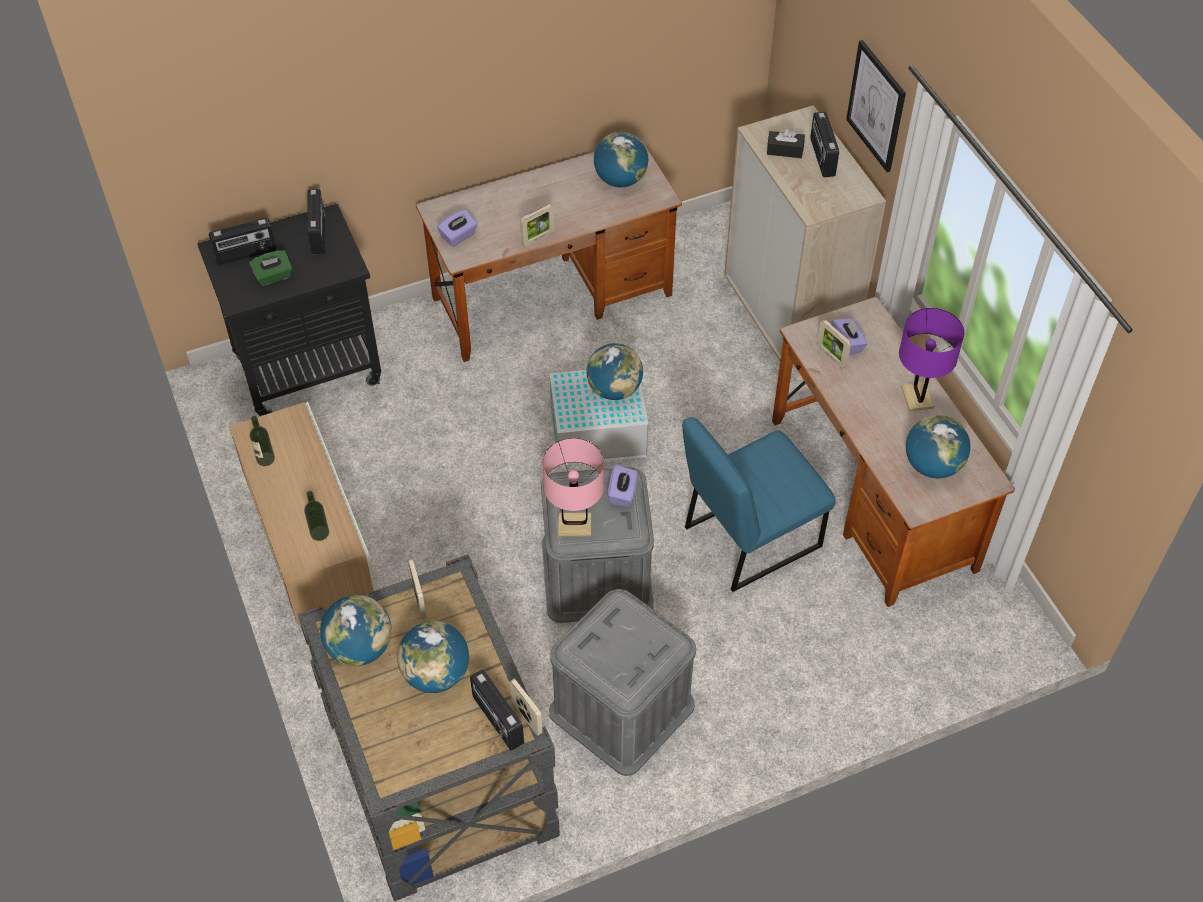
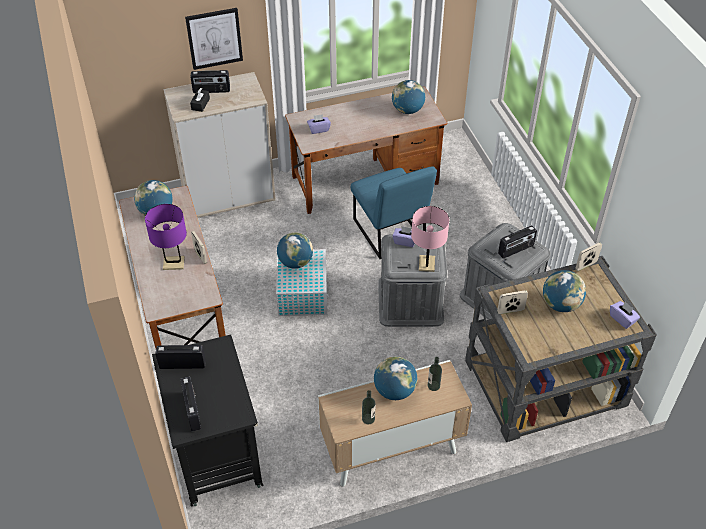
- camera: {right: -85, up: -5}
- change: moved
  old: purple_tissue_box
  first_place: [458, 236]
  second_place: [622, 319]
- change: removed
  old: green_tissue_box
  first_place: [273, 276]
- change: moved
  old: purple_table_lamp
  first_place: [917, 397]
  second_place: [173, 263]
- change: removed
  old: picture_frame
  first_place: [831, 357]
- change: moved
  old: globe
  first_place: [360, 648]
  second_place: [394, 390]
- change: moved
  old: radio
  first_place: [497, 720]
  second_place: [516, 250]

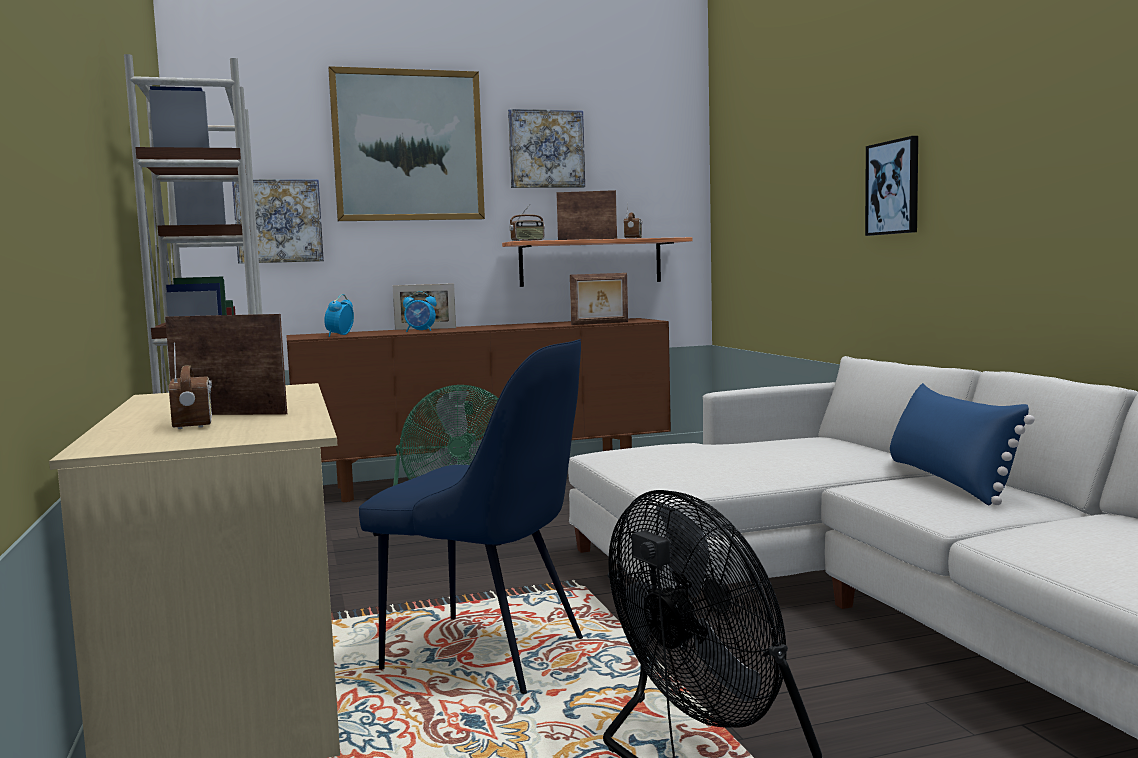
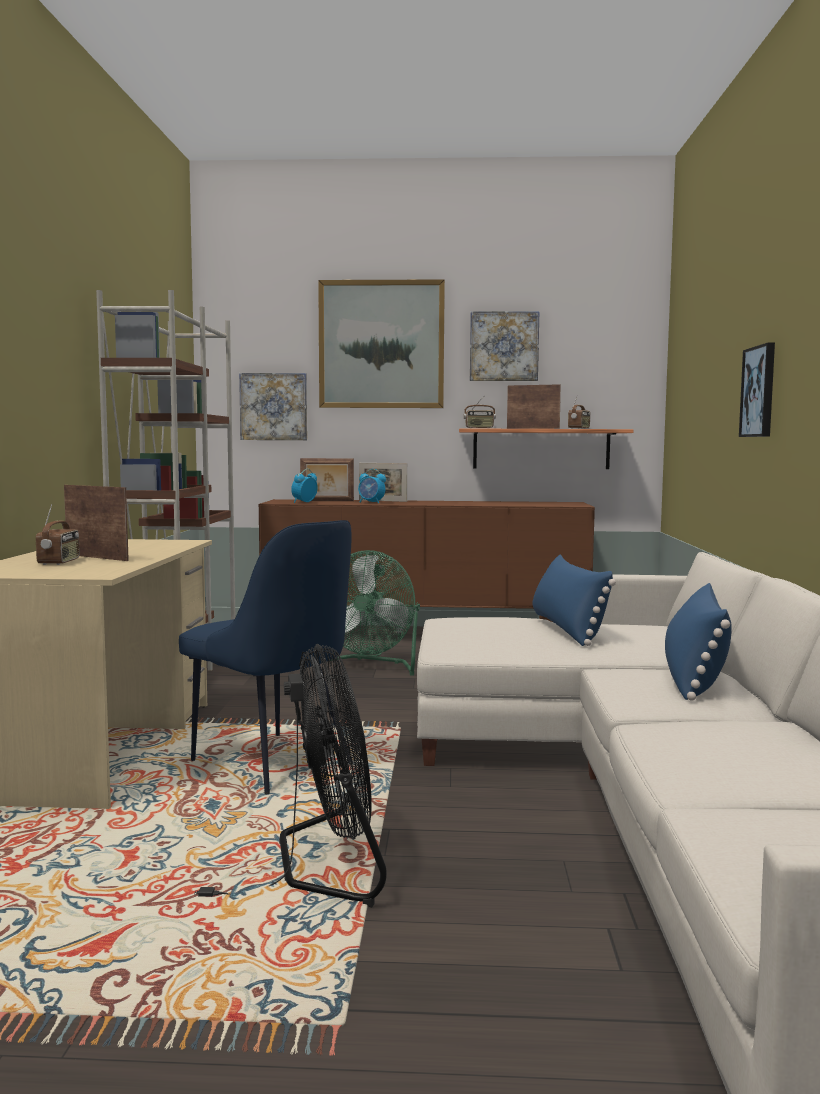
- camera: {right: 20, up: 0}
- change: moved
  old: picture_frame
  first_place: [600, 323]
  second_place: [327, 501]
- change: added
  new: blue_pillow
  second_place: [567, 629]

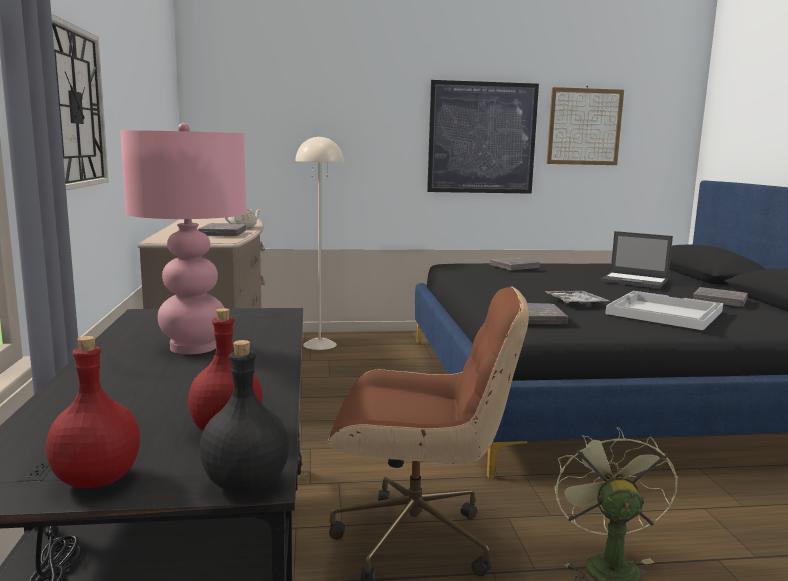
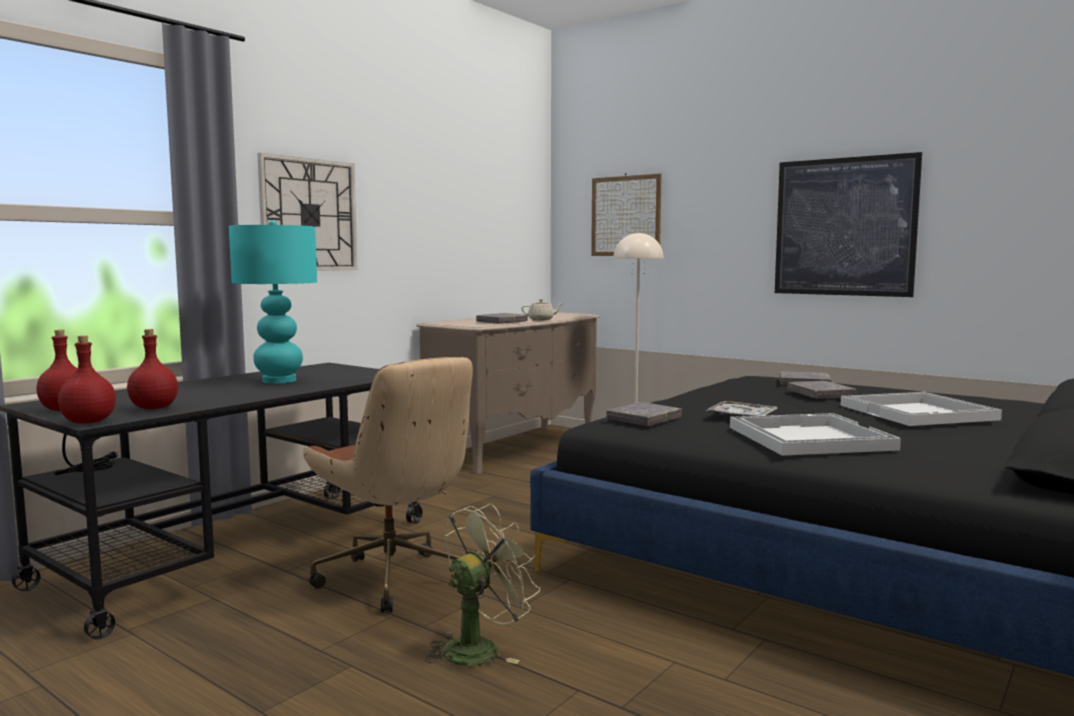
- camera: {right: 45, up: -5}
- change: moved
  old: picture
  first_place: [584, 125]
  second_place: [626, 214]
- change: recoloured
  old: pink_table_lamp
  new: turquoise_table_lamp
  first_place: [192, 347]
  second_place: [278, 381]
- change: replaced
  old: laptop
  new: white_tray
  first_place: [635, 281]
  second_place: [918, 412]
- change: moved
  old: grey_book
  first_place: [719, 301]
  second_place: [820, 394]
- change: recoloured
  old: black_bottle
  new: red_bottle
  first_place: [245, 483]
  second_place: [89, 422]

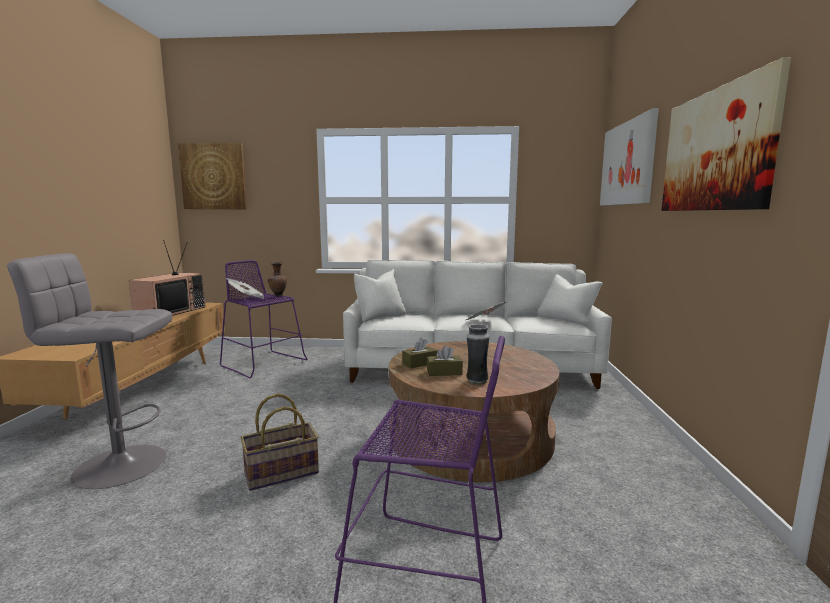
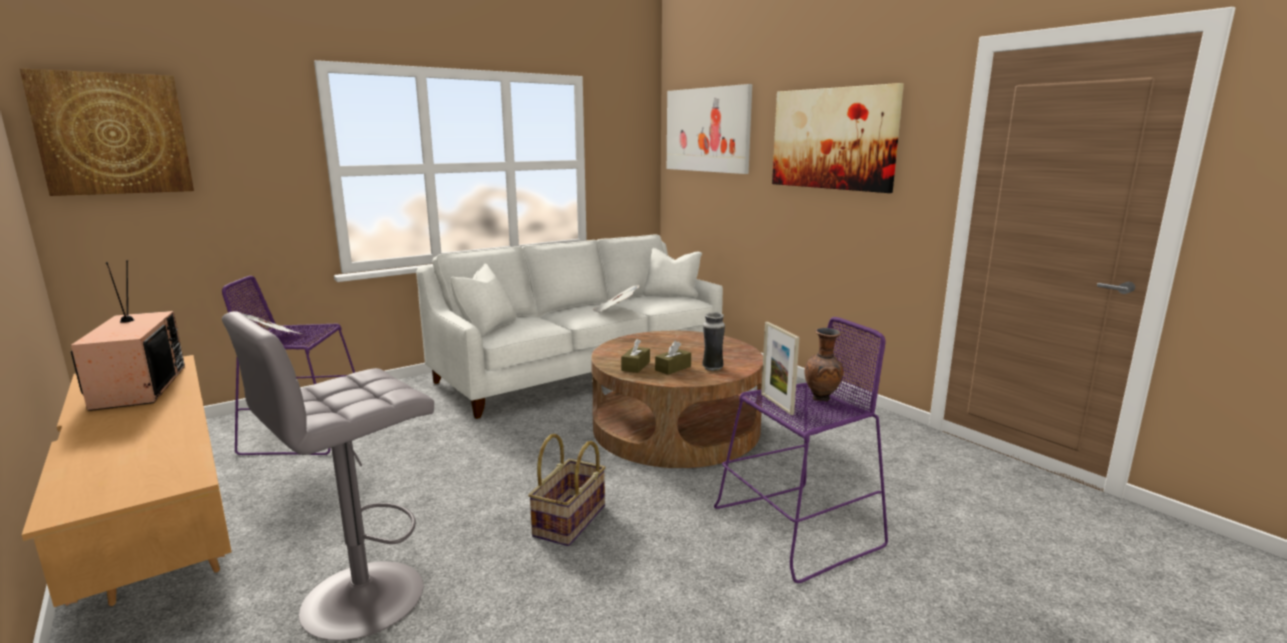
- camera: {right: -40, up: 5}
- change: moved
  old: brown_vase
  first_place: [278, 296]
  second_place: [822, 399]
- change: added
  new: picture_frame
  second_place: [777, 404]

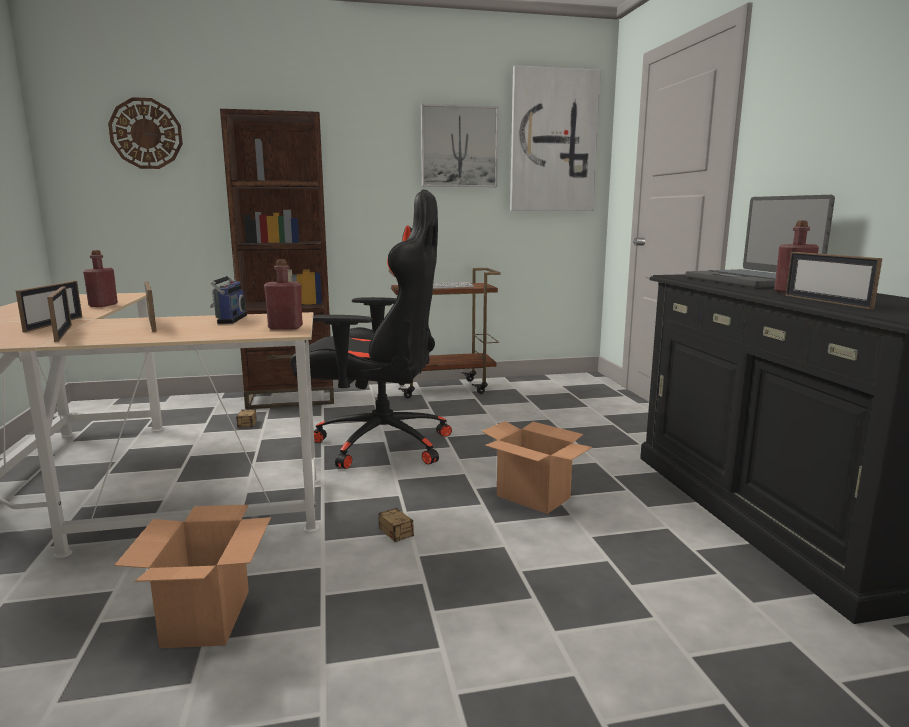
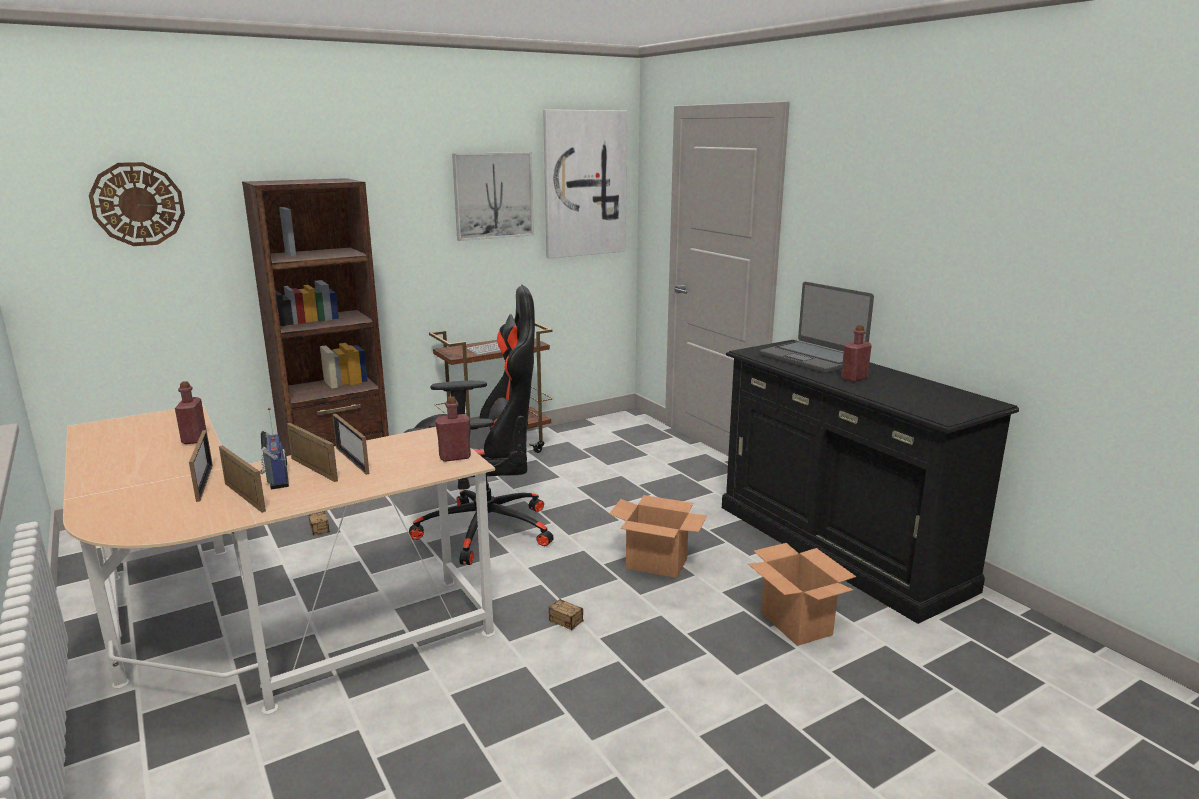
- camera: {right: -20, up: 5}
- change: moved
  old: picture_frame
  first_place: [826, 301]
  second_place: [352, 460]
- change: moved
  old: radio
  first_place: [229, 319]
  second_place: [275, 478]
- change: moved
  old: cardboard_box
  first_place: [207, 617]
  second_place: [795, 623]

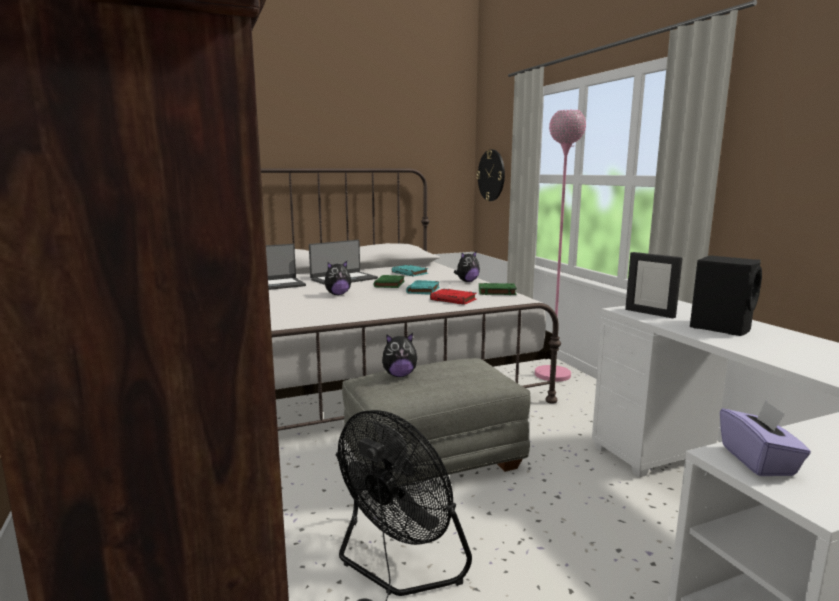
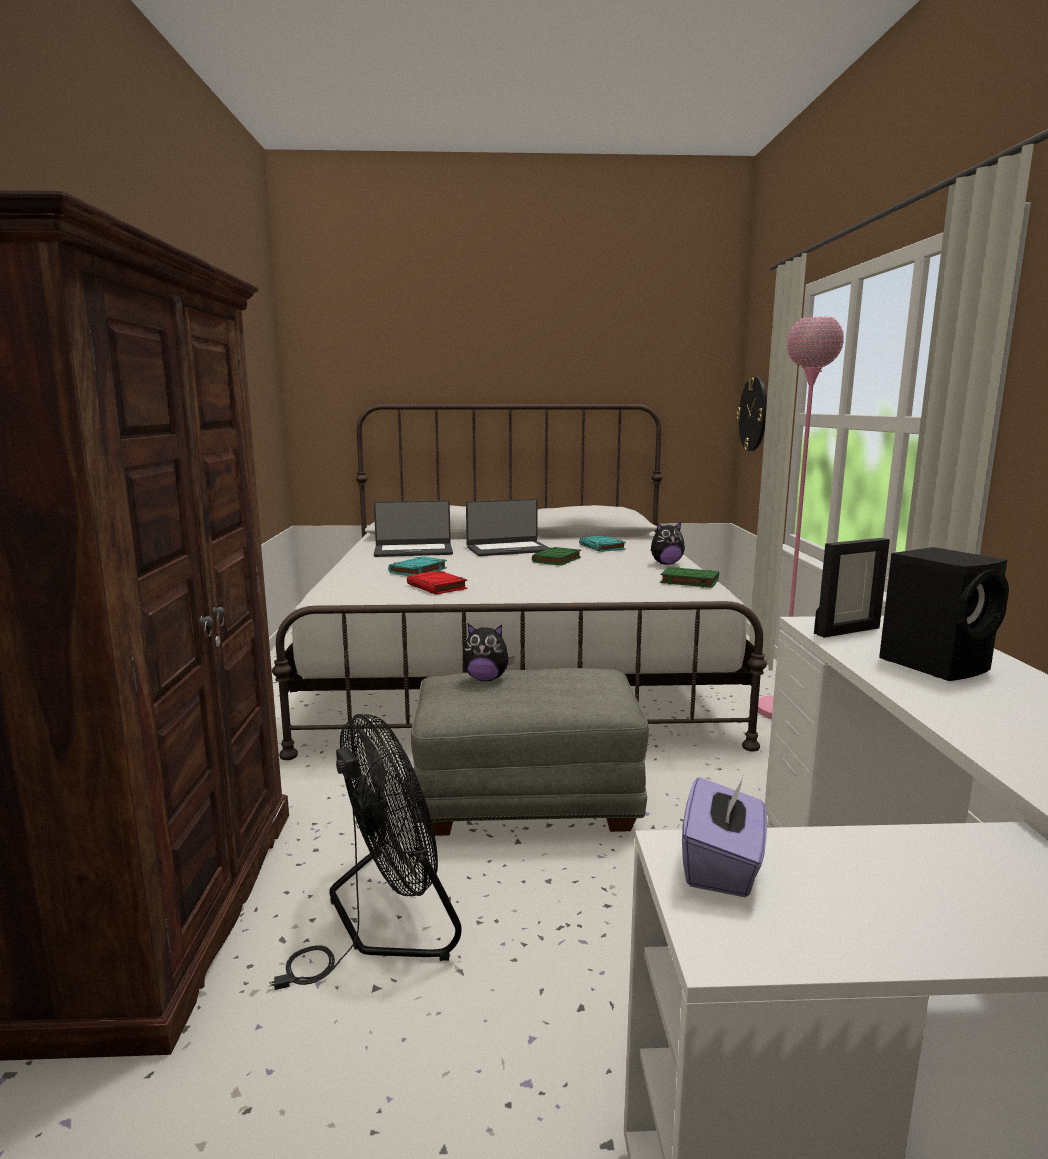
- camera: {right: 20, up: 0}
- change: turned
  old: picture_frame
  first_place: [650, 313]
  second_place: [847, 631]
  degrees: -90
- change: removed
  old: plush_toy
  first_place: [337, 294]
- change: moved
  old: turquoise_book
  first_place: [423, 290]
  second_place: [418, 571]
- change: moved
  old: red_book
  first_place: [454, 300]
  second_place: [437, 587]

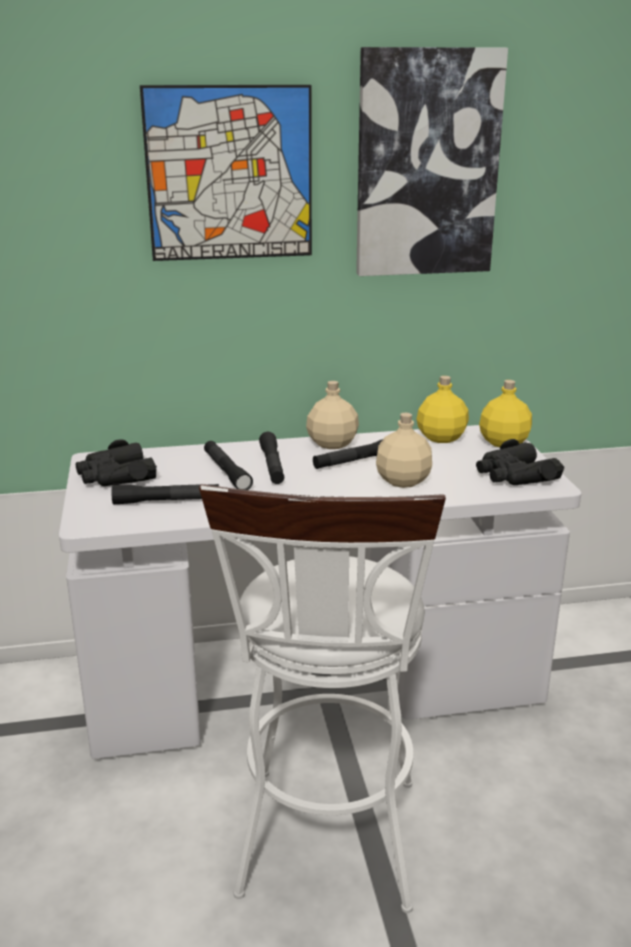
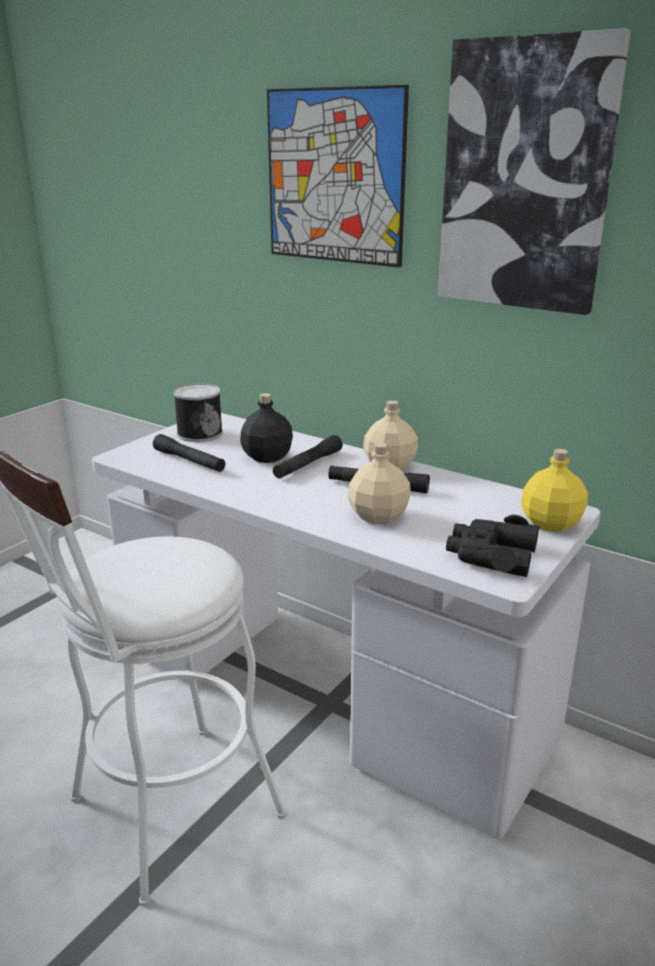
- camera: {right: 45, up: 0}
- change: removed
  old: yellow_bottle
  first_place: [442, 438]
- change: replaced
  old: black_binoculars
  new: can
  first_place: [115, 476]
  second_place: [199, 433]
- change: replaced
  old: black_flashlight
  new: black_bottle
  first_place: [226, 472]
  second_place: [268, 457]

